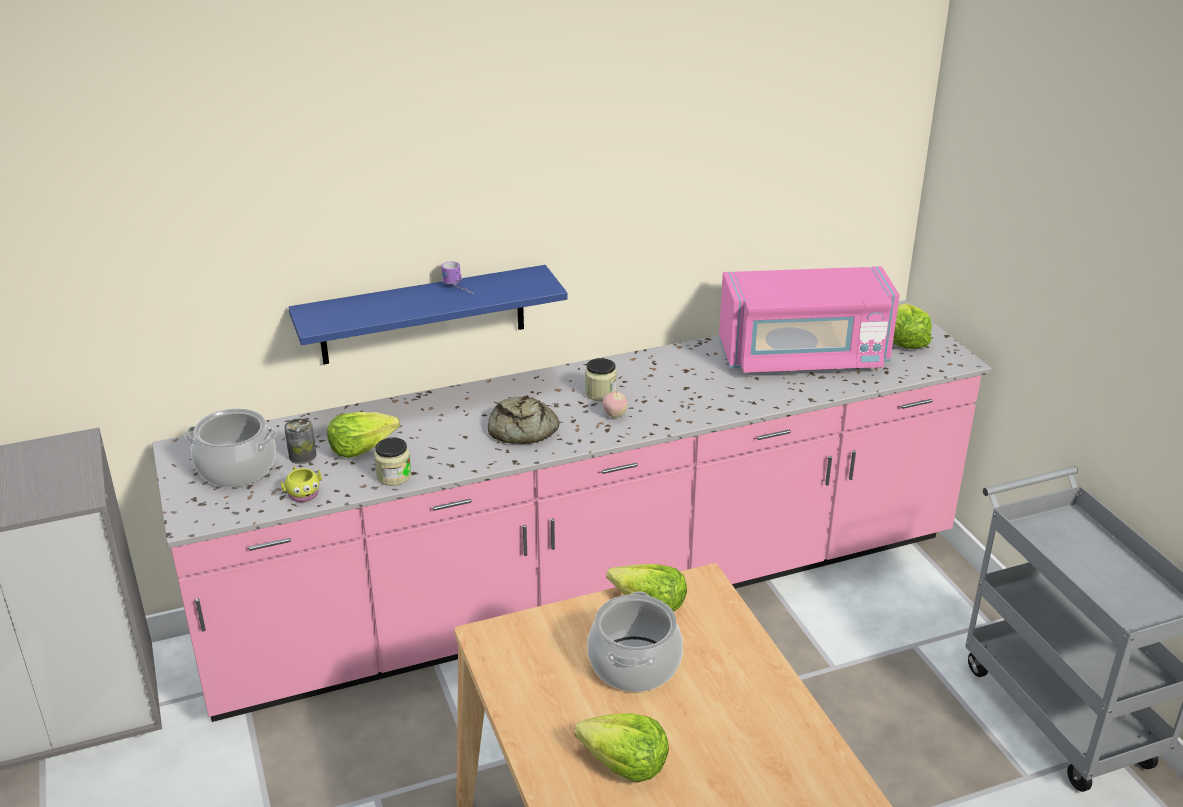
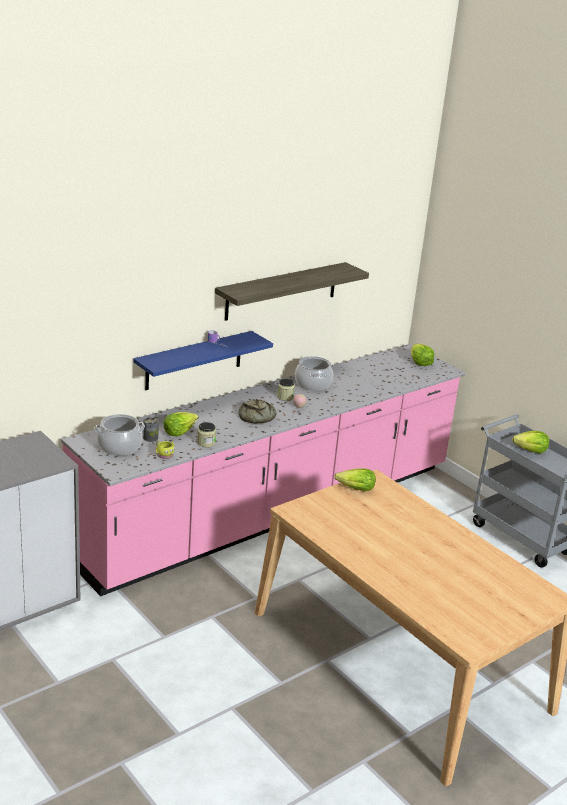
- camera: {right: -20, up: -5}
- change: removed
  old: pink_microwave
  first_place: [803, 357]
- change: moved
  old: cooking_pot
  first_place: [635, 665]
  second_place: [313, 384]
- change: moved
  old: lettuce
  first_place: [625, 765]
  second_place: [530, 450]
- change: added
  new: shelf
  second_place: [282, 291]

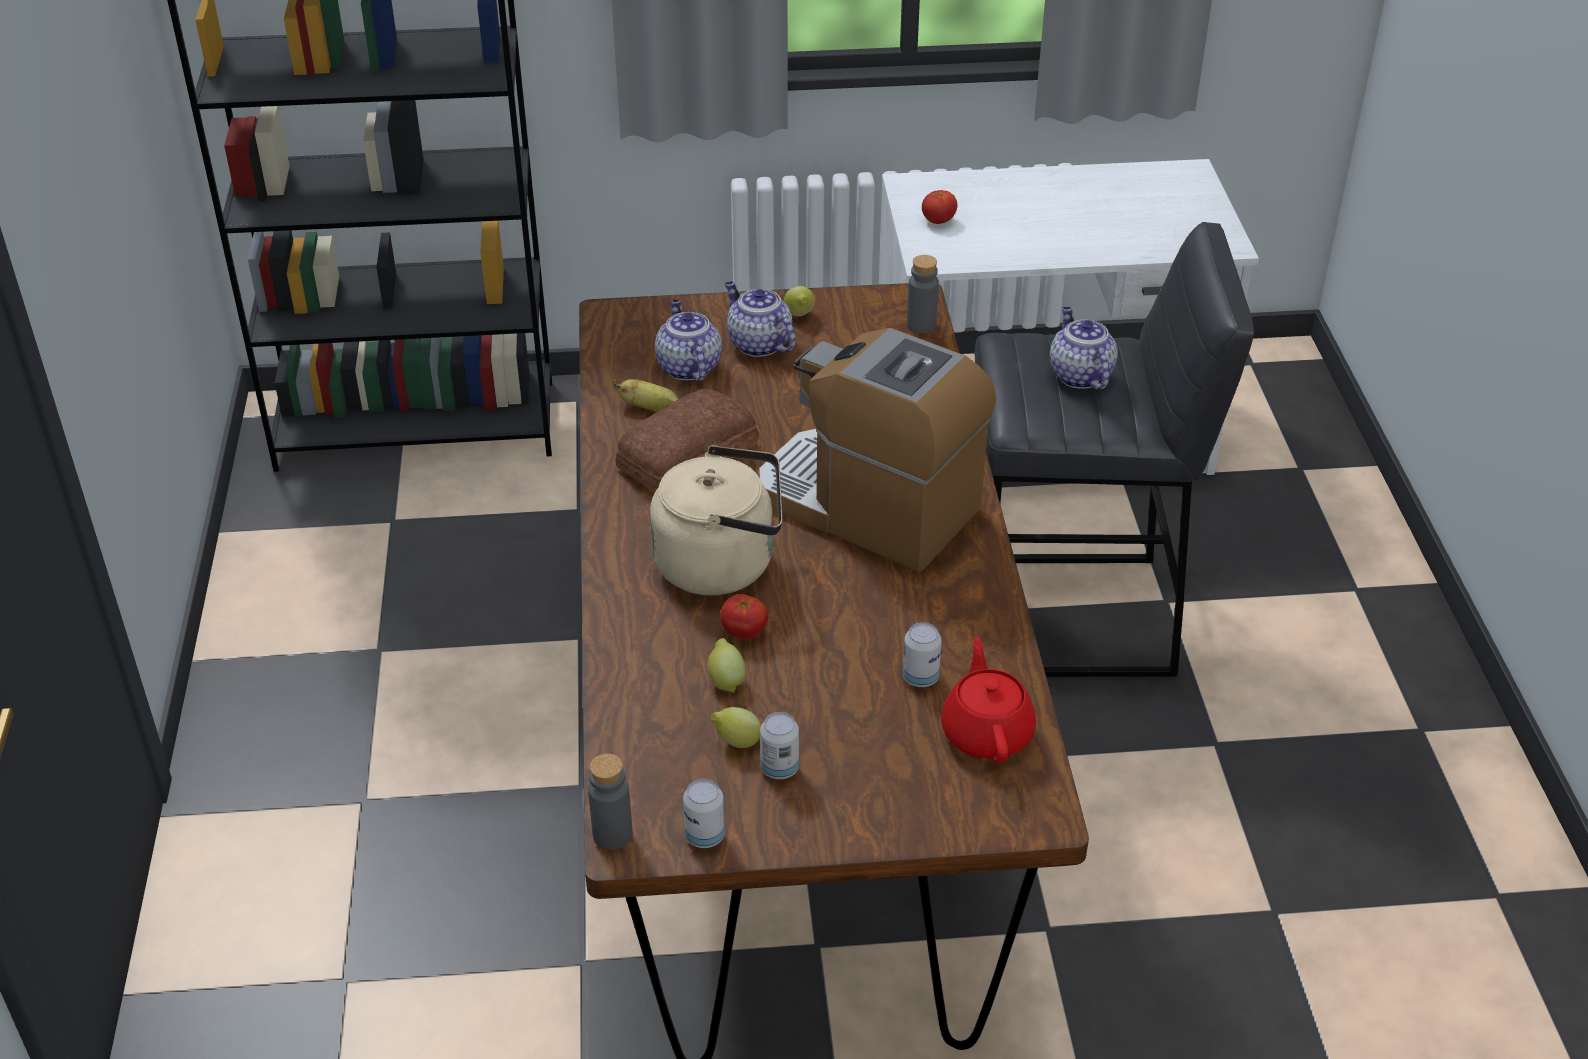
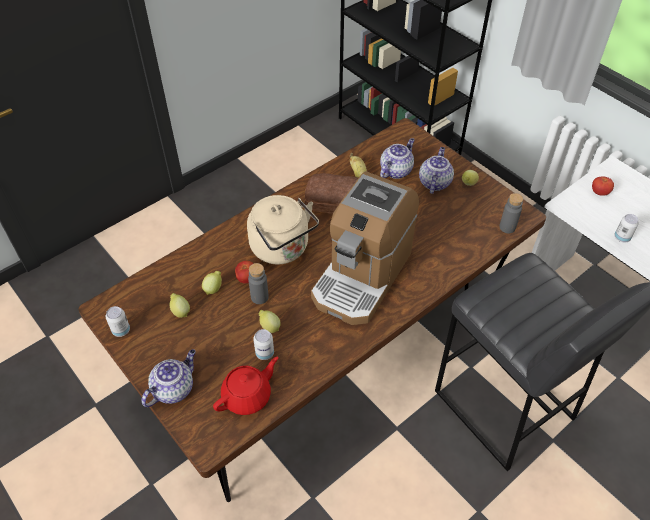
- camera: {right: 55, up: 10}
- change: moved
  old: teapot
  first_place: [1079, 375]
  second_place: [174, 388]
- change: turned
  old: coffee_machine
  first_place: [868, 505]
  second_place: [362, 276]
  degrees: -150
- change: moved
  old: can
  first_place: [779, 768]
  second_place: [621, 237]
- change: moved
  old: grey_bottle
  first_place: [612, 835]
  second_place: [259, 297]
- change: added
  new: lemon
  second_place: [269, 327]

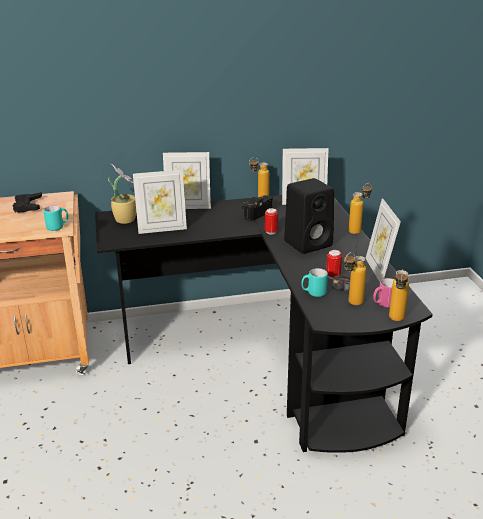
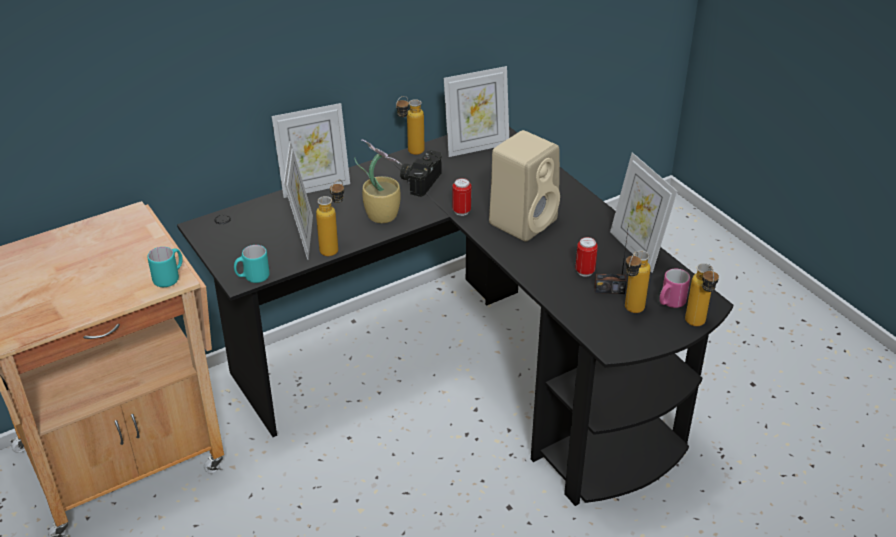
- camera: {right: -20, up: 10}
- change: moved
  old: potted_plant
  first_place: [125, 219]
  second_place: [381, 214]
- change: turned
  old: picture_frame
  first_place: [162, 229]
  second_place: [302, 237]
  degrees: -60
- change: recoloured
  old: black_speaker
  new: beige_speaker
  first_place: [309, 243]
  second_place: [524, 220]
- change: moved
  old: bottle
  first_place: [358, 230]
  second_place: [334, 247]
- change: removed
  old: black_game_controller
  first_place: [28, 206]
- change: moved
  old: turquoise_mug
  first_place: [313, 293]
  second_place: [252, 277]

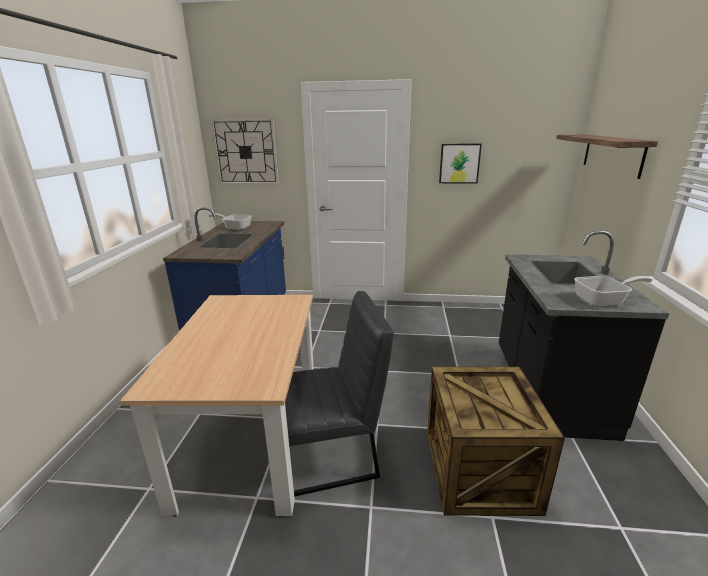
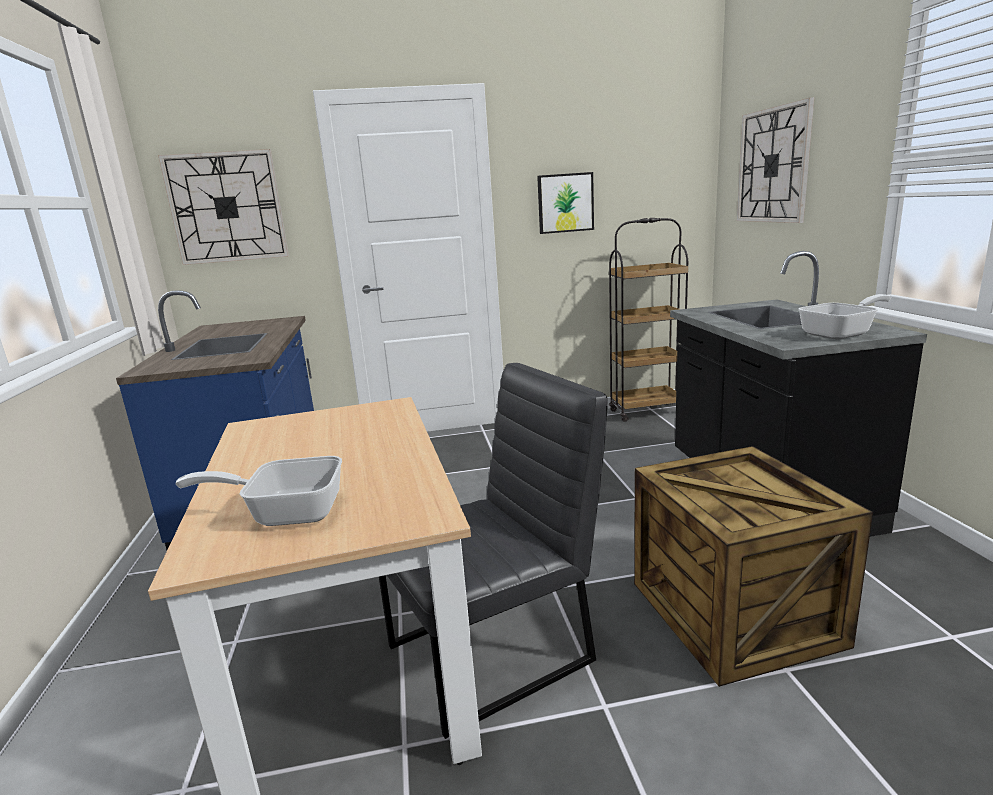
- camera: {right: -15, up: -5}
- change: replaced
  old: shelf
  new: wall_clock
  first_place: [612, 154]
  second_place: [773, 165]
- change: moved
  old: frying_pan
  first_place: [235, 228]
  second_place: [286, 512]
- change: added
  new: brown_cart
  second_place: [647, 412]

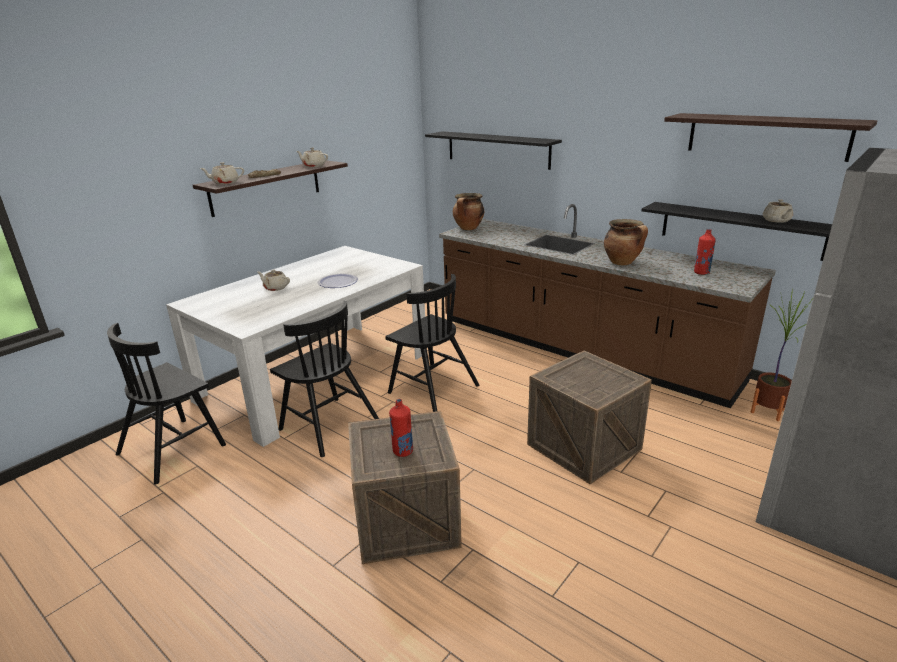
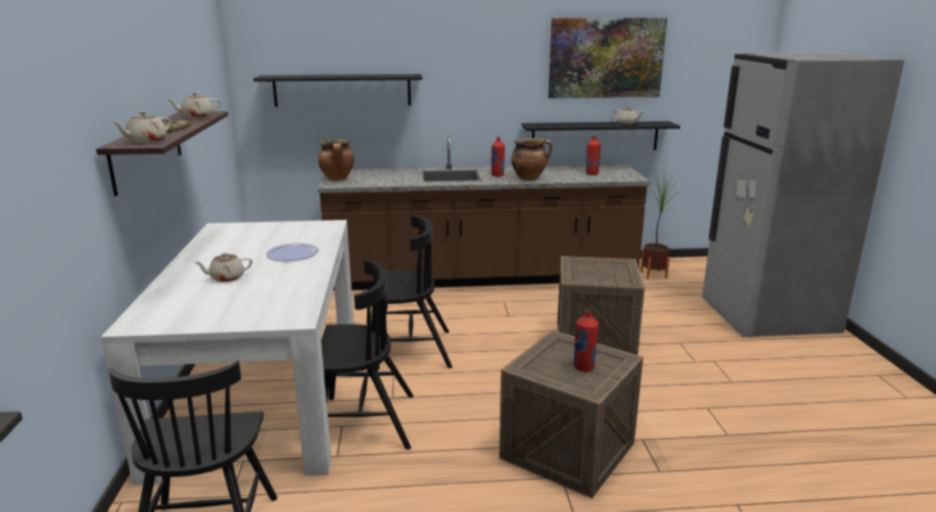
- camera: {right: -45, up: -5}
- change: replaced
  old: shelf
  new: picture
  first_place: [766, 136]
  second_place: [606, 58]
- change: added
  new: red_bottle
  second_place: [497, 175]

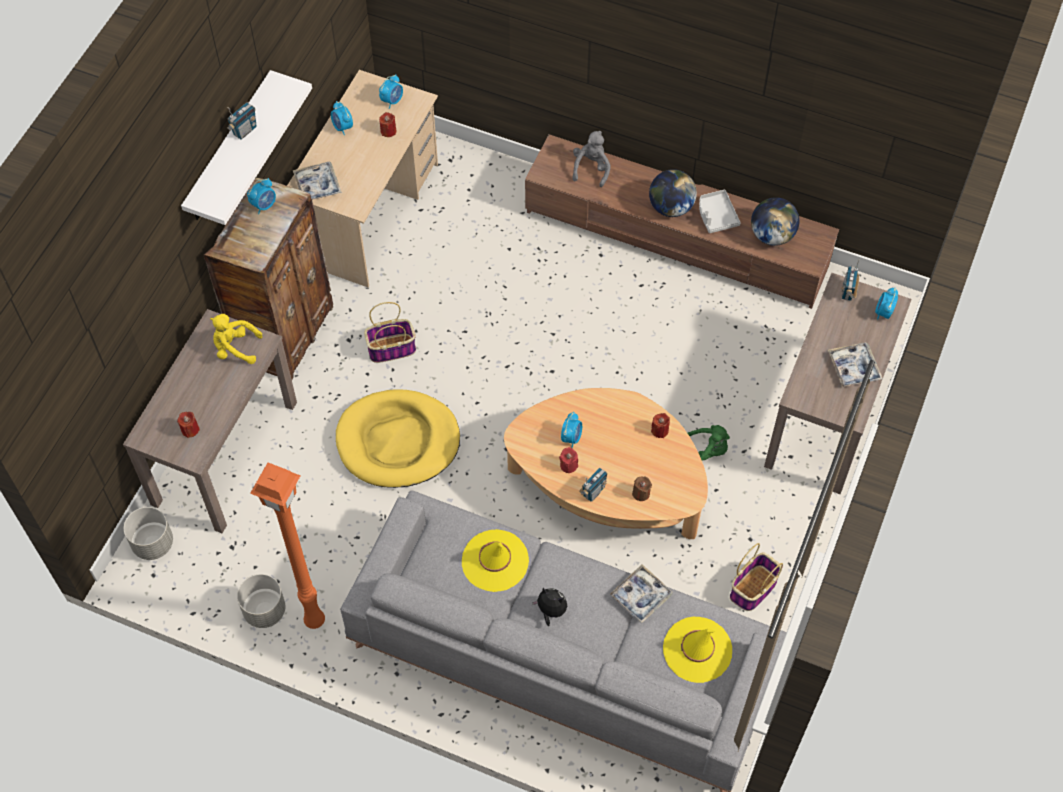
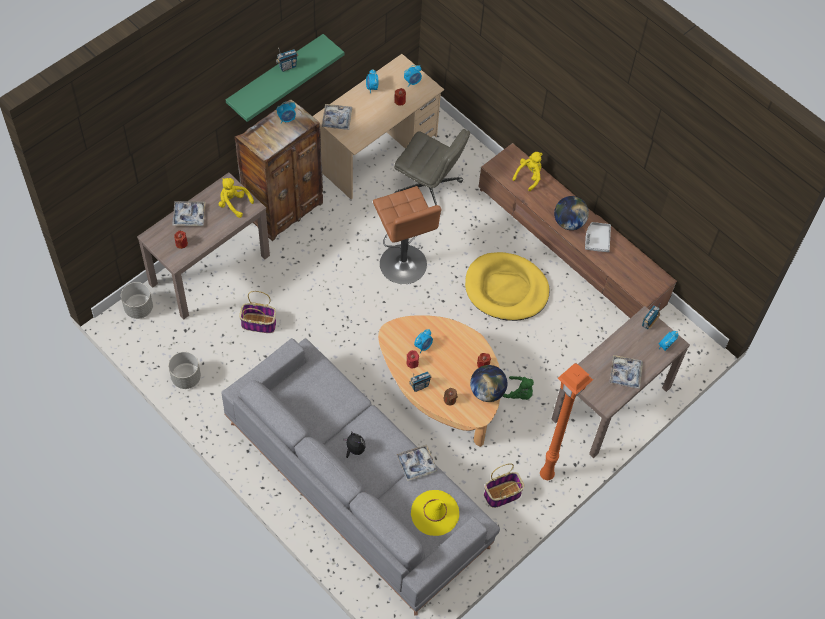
- camera: {right: 20, up: 0}
- change: recoloured
  old: white_shelf
  new: green_shelf
  first_place: [229, 149]
  second_place: [275, 75]
- change: recoloured
  old: grey_plush_toy
  new: yellow_plush_toy
  first_place: [591, 168]
  second_place: [529, 176]
- change: moved
  old: globe
  first_place: [772, 235]
  second_place: [487, 391]
- change: moved
  old: basket
  first_place: [392, 348]
  second_place: [259, 323]
- change: moved
  old: yellow_dog_bed
  first_place: [398, 441]
  second_place: [506, 289]
- change: moved
  old: orange_floor_lamp
  first_place: [313, 621]
  second_place: [545, 474]
- change: removed
  old: yellow_hat
  first_place: [495, 561]
- change: added
  new: grey_office_chair
  second_place: [429, 188]
- change: added
  new: brown_stool
  second_place: [403, 265]
- change: added
  new: tray
  second_place: [189, 216]

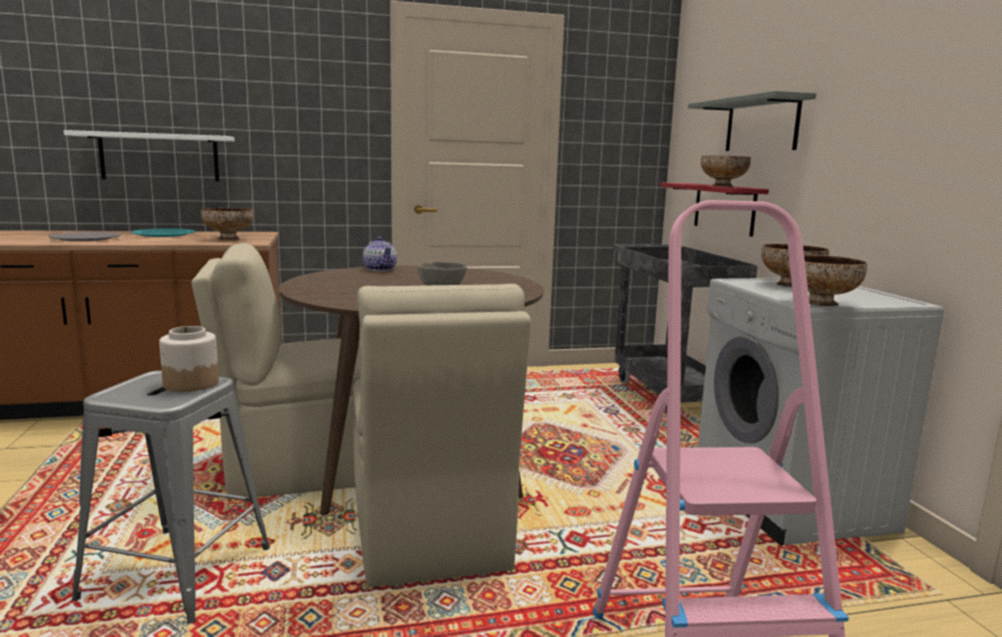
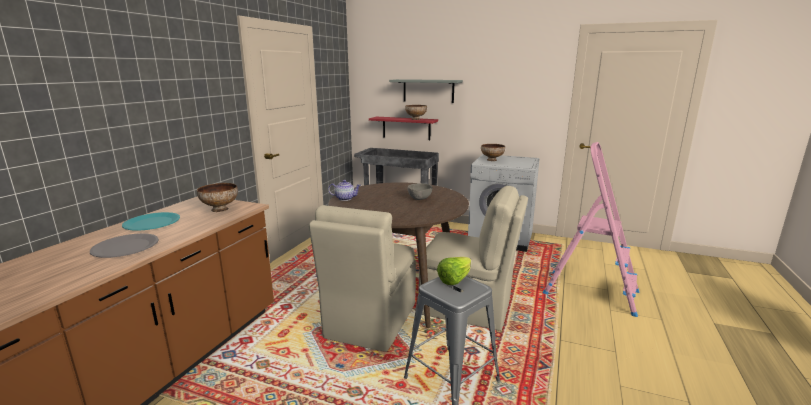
- camera: {right: -55, up: 5}
- change: removed
  old: white_shelf
  first_place: [160, 157]
- change: removed
  old: bowl
  first_place: [821, 303]
- change: replaced
  old: jar
  new: lettuce
  first_place: [191, 383]
  second_place: [454, 280]

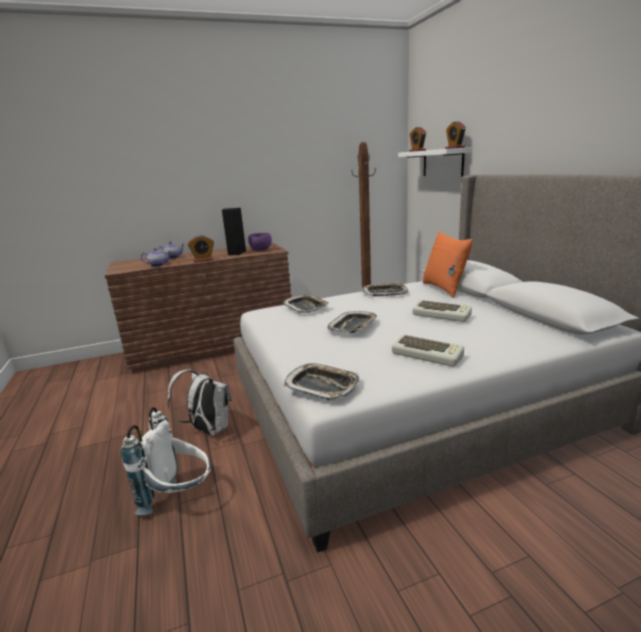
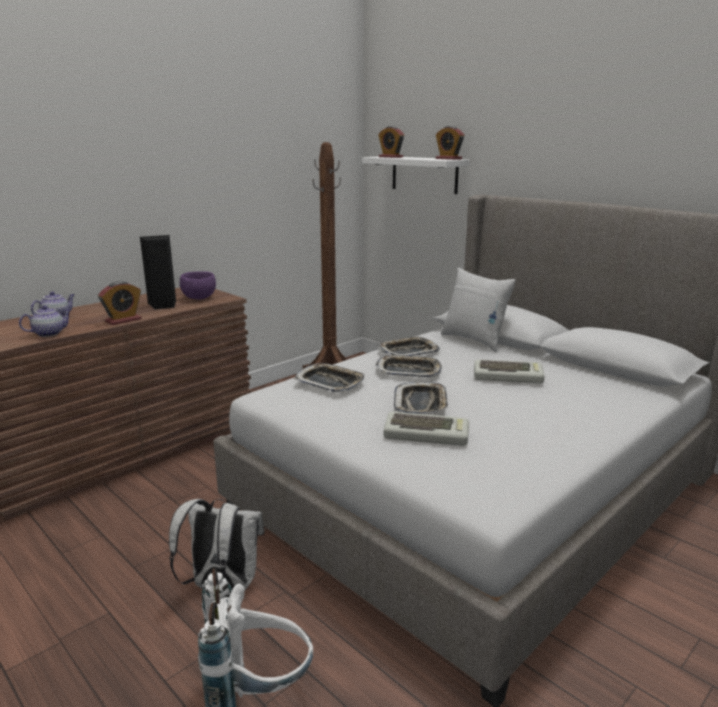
- camera: {right: -25, up: 0}
- change: recoloured
  old: orange_pillow
  new: grey_pillow
  first_place: [444, 289]
  second_place: [474, 341]
- change: moved
  old: keyboard
  first_place: [428, 355]
  second_place: [427, 435]
- change: moved
  old: tray
  first_place: [322, 386]
  second_place: [408, 371]

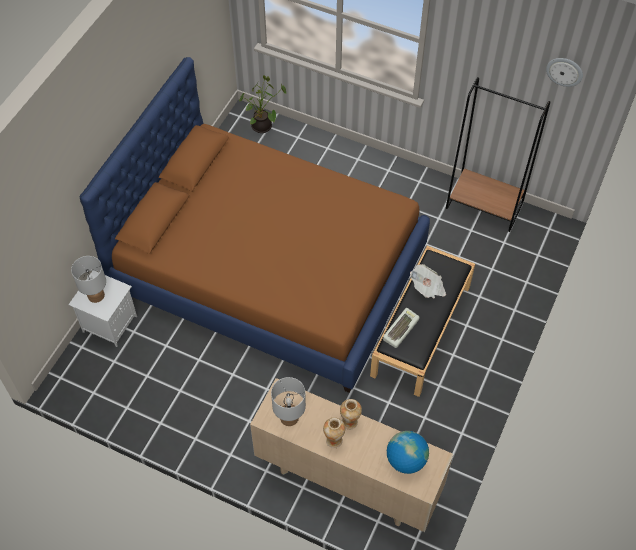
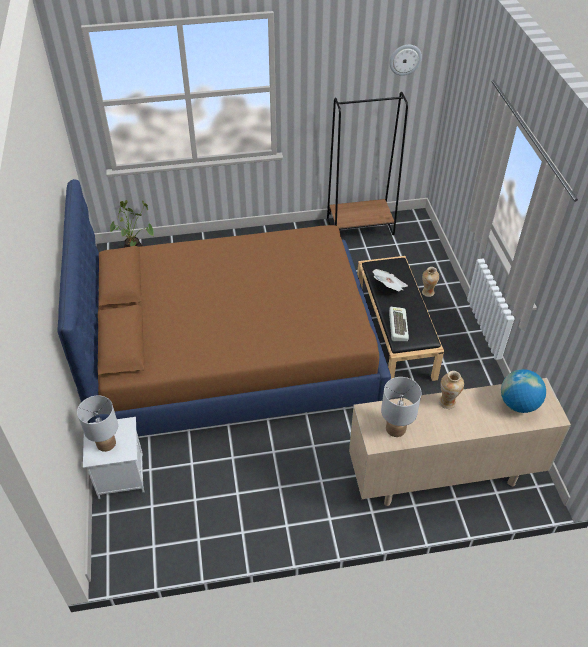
- camera: {right: -35, up: -10}
- change: moved
  old: vase
  first_place: [334, 440]
  second_place: [427, 292]

